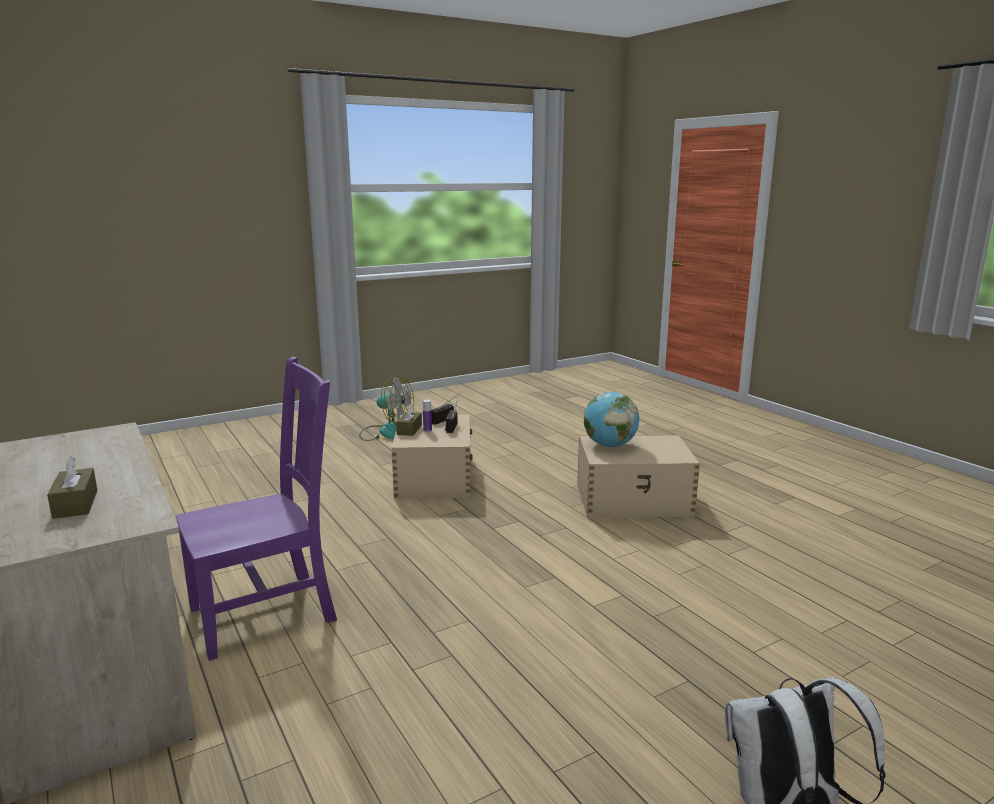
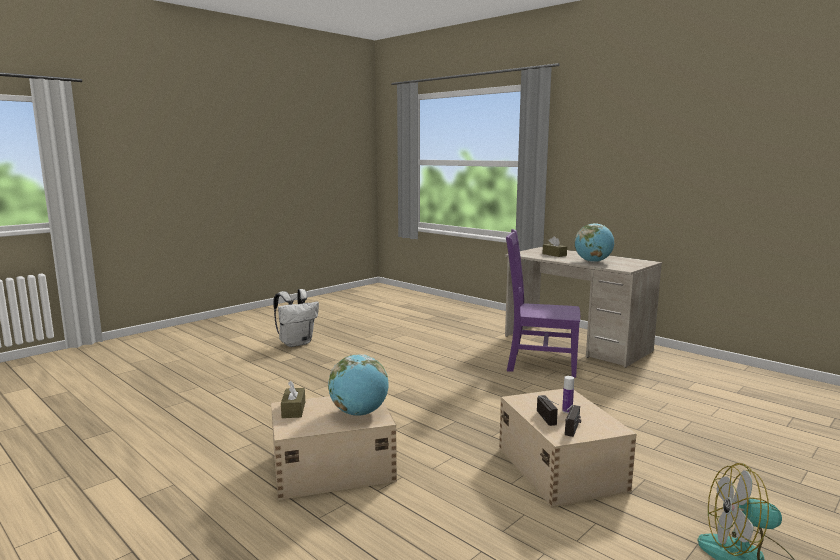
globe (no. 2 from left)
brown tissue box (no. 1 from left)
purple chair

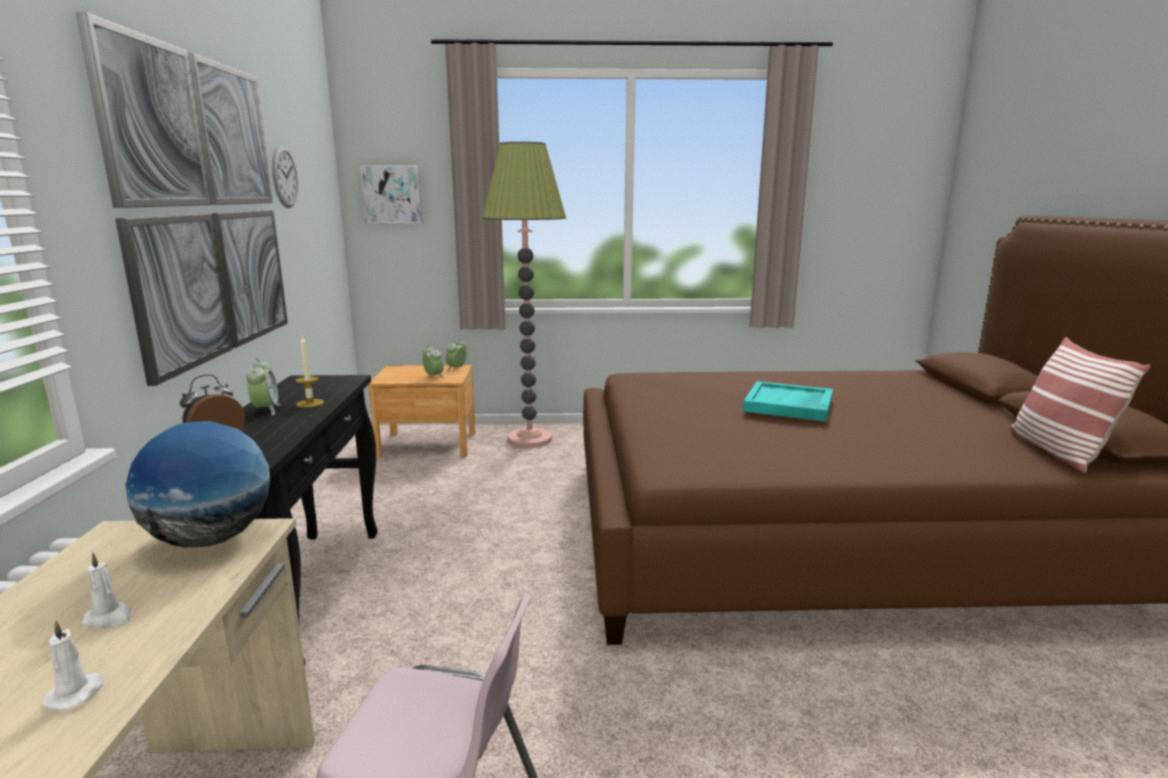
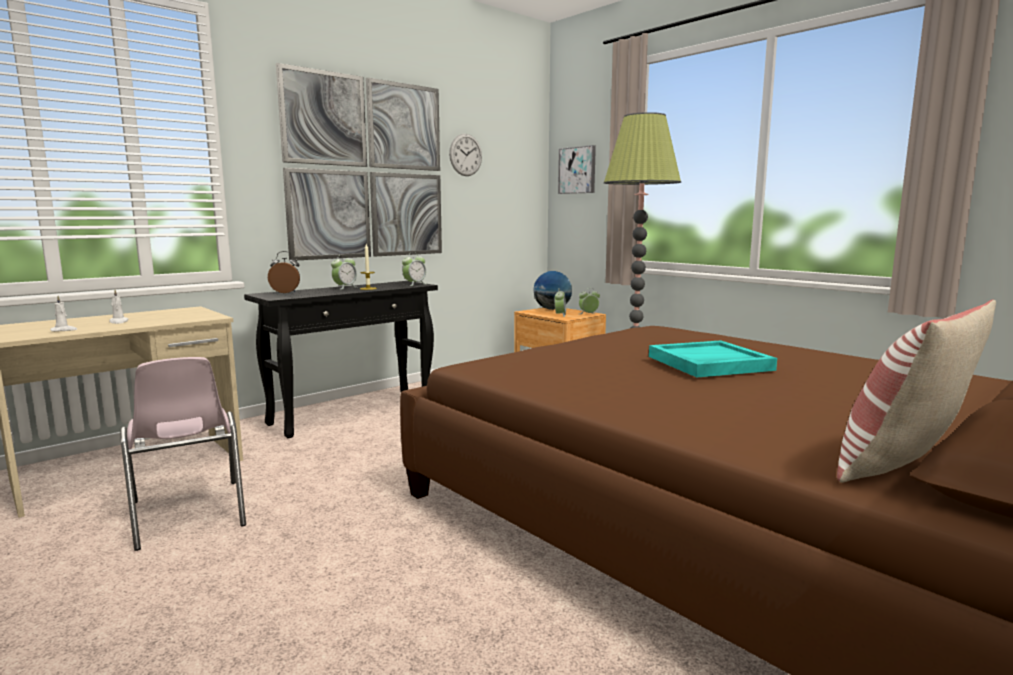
alarm clock (no. 3 from left)
globe

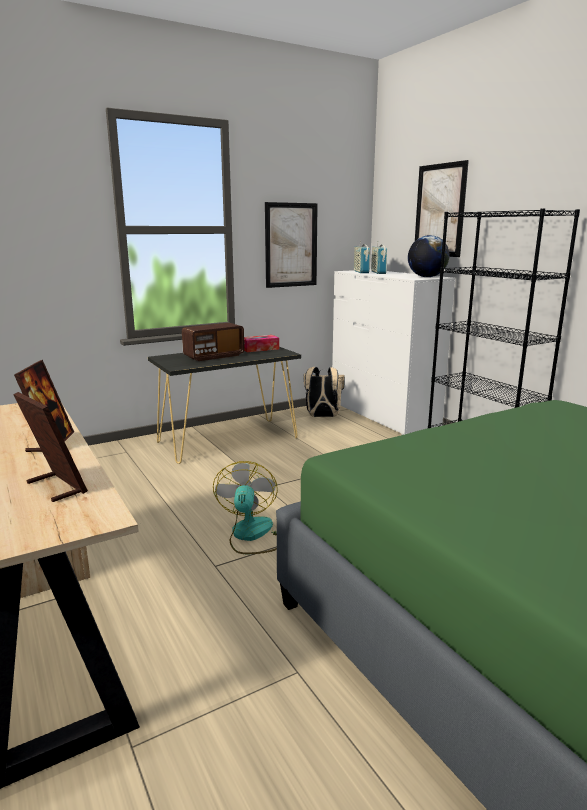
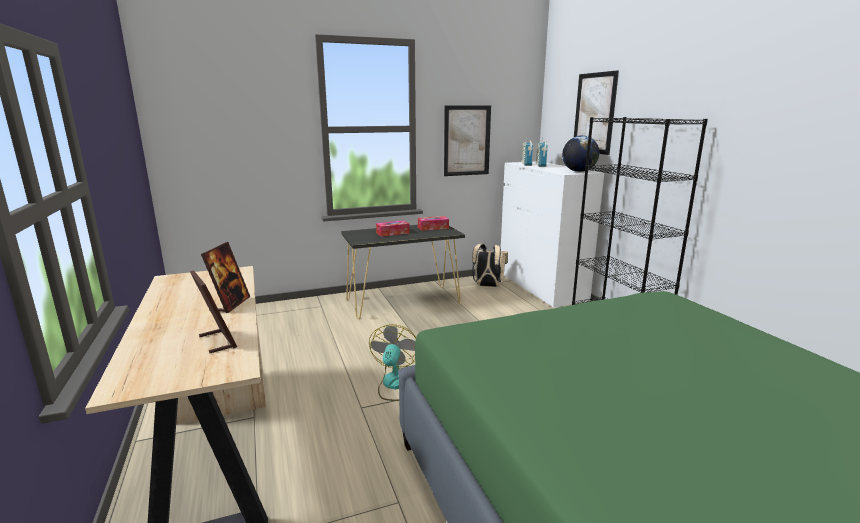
tissue box (no. 1 from left)

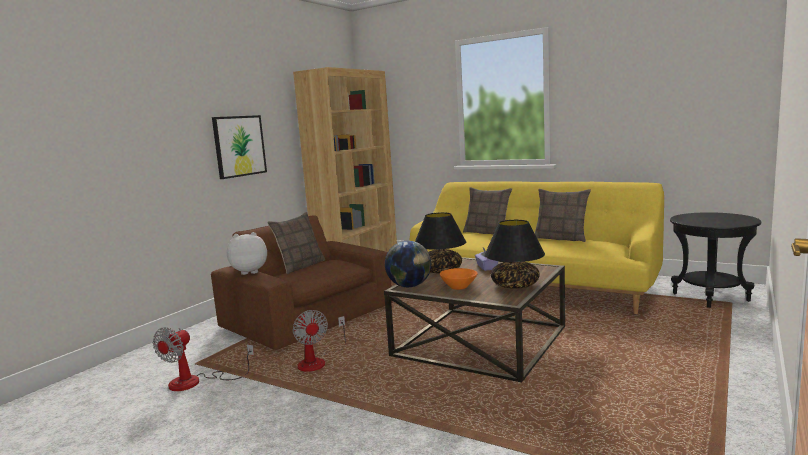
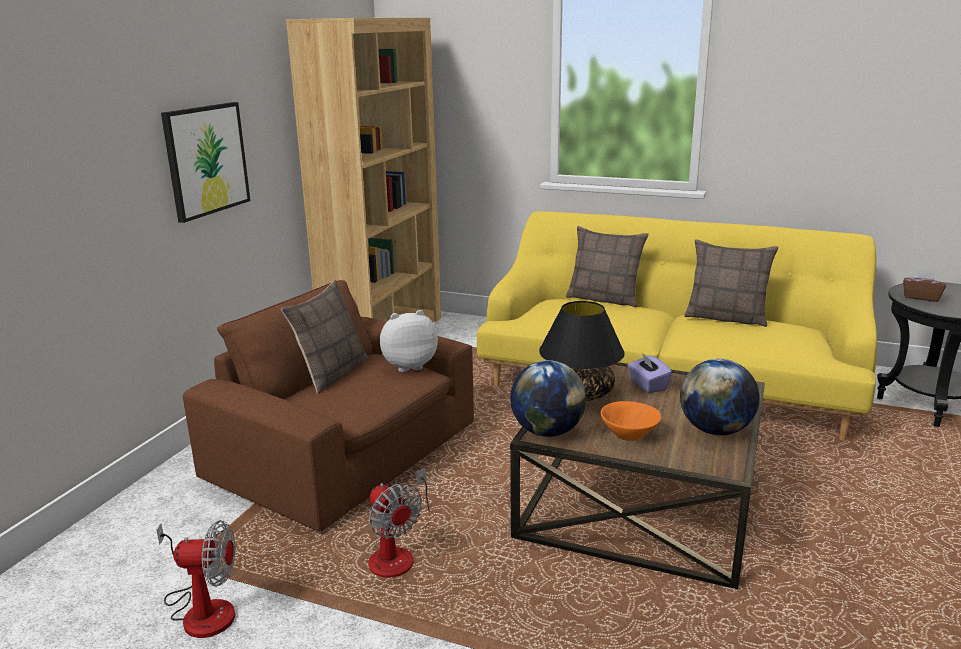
brown tissue box
plush toy
globe (no. 2 from left)
fan (no. 1 from left)

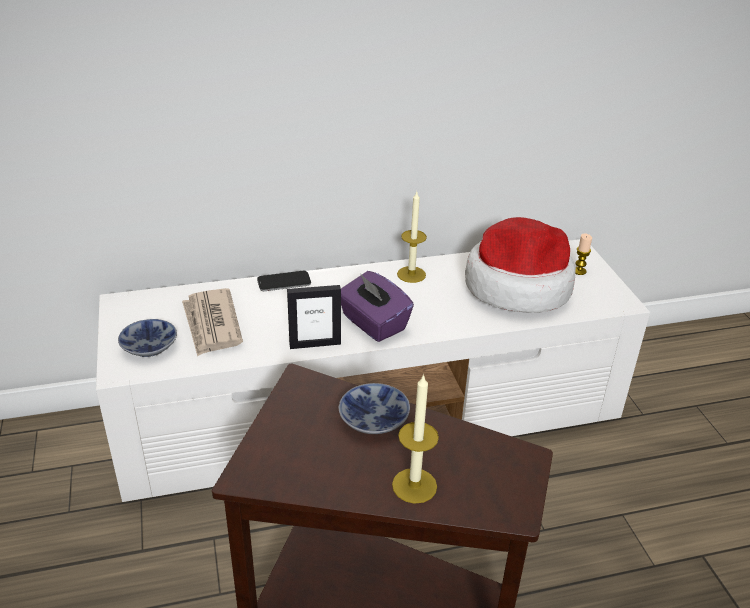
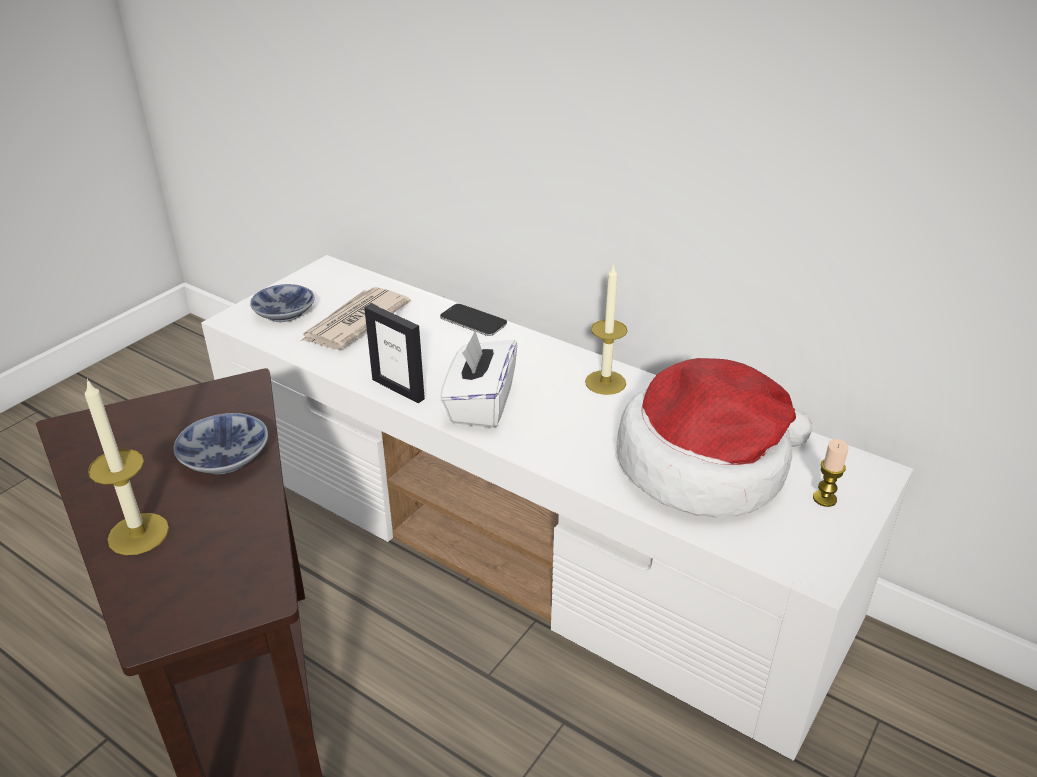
white tissue box

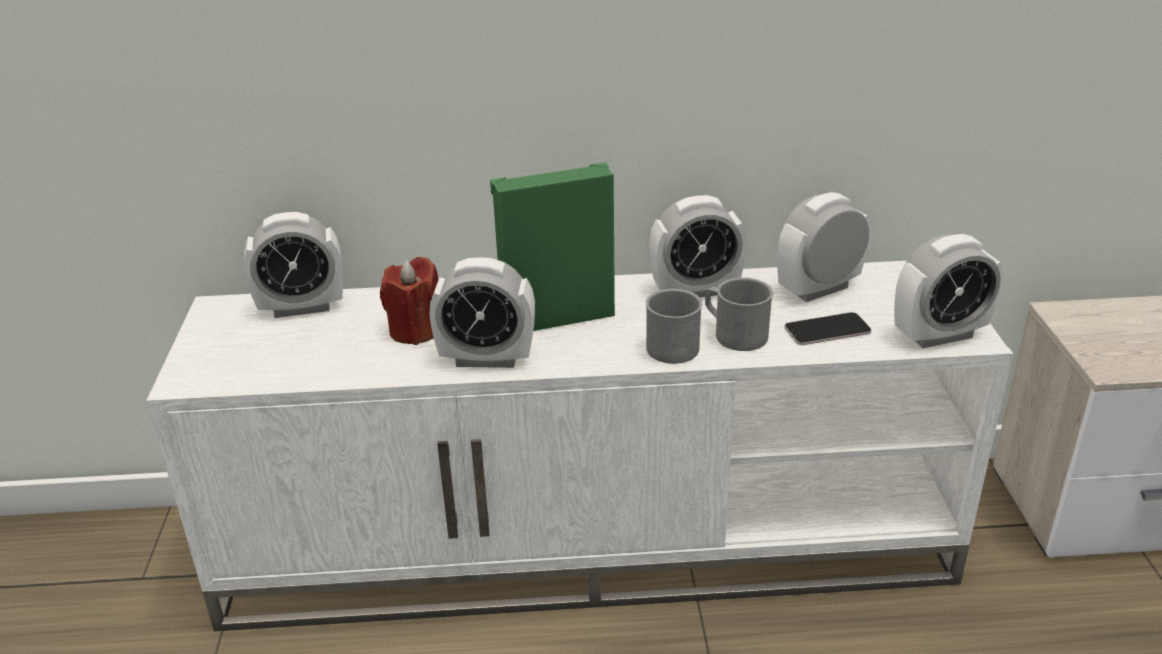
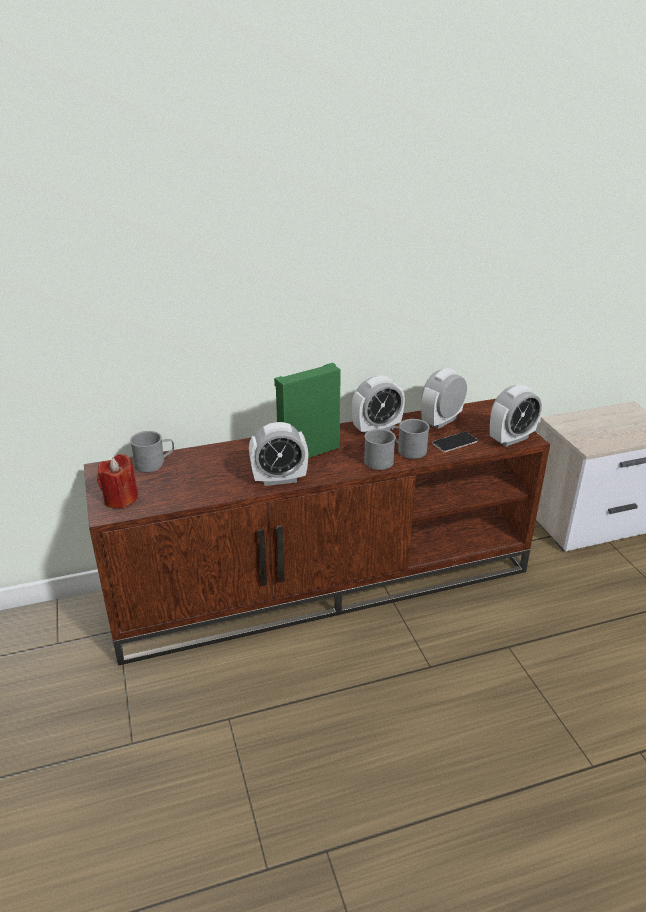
red candle
grey mug (no. 1 from left)
brown tv stand

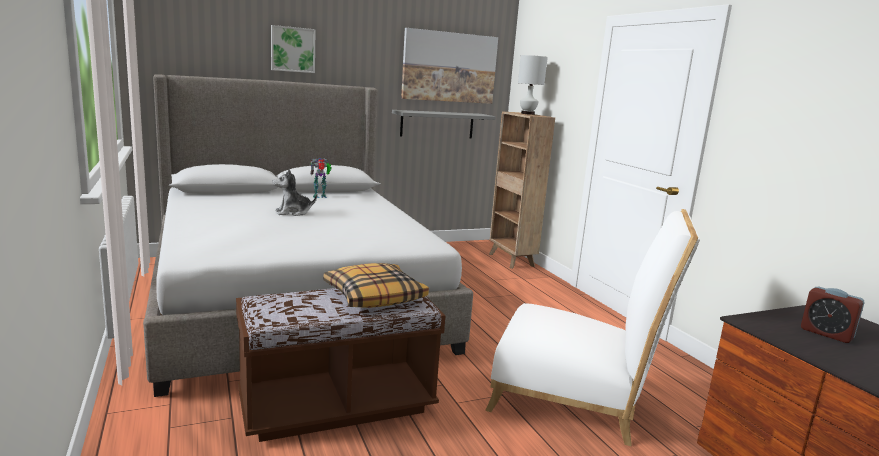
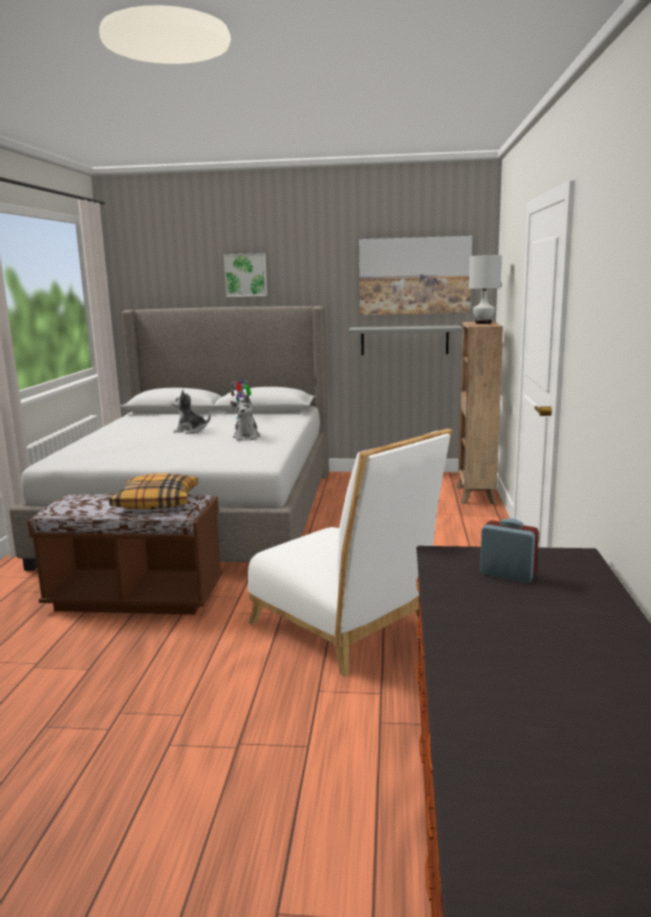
plush toy (no. 2 from left)
alarm clock

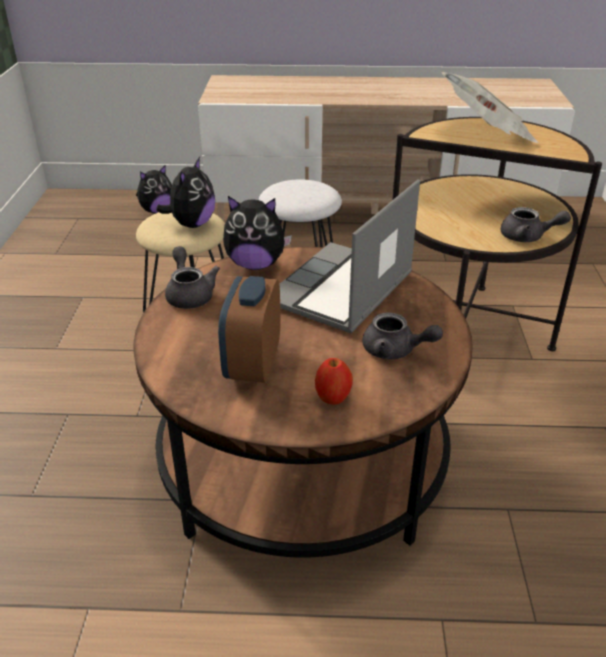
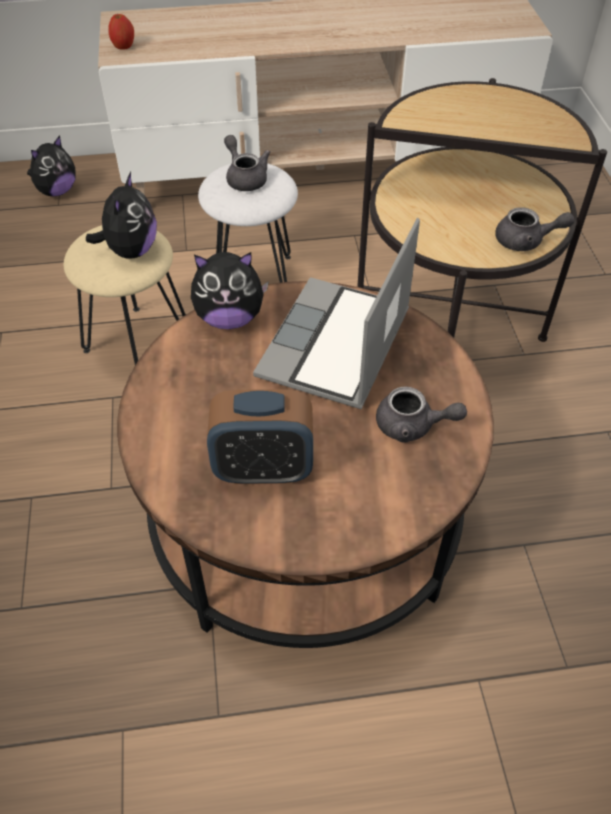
newspaper
grey teapot (no. 1 from left)
apple
alarm clock

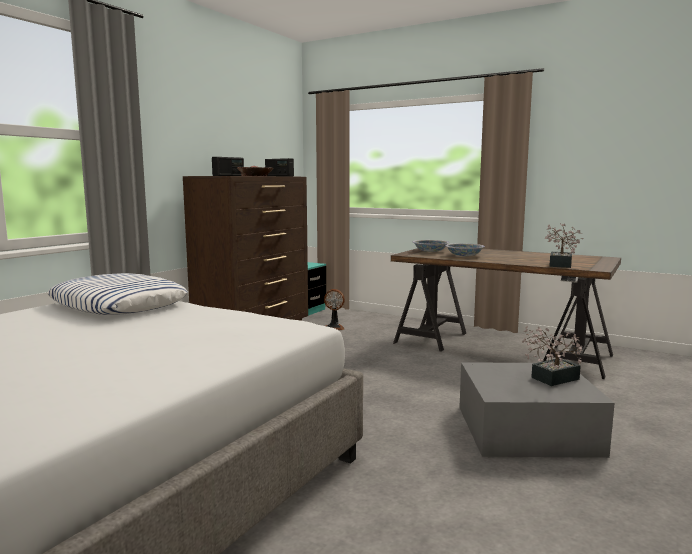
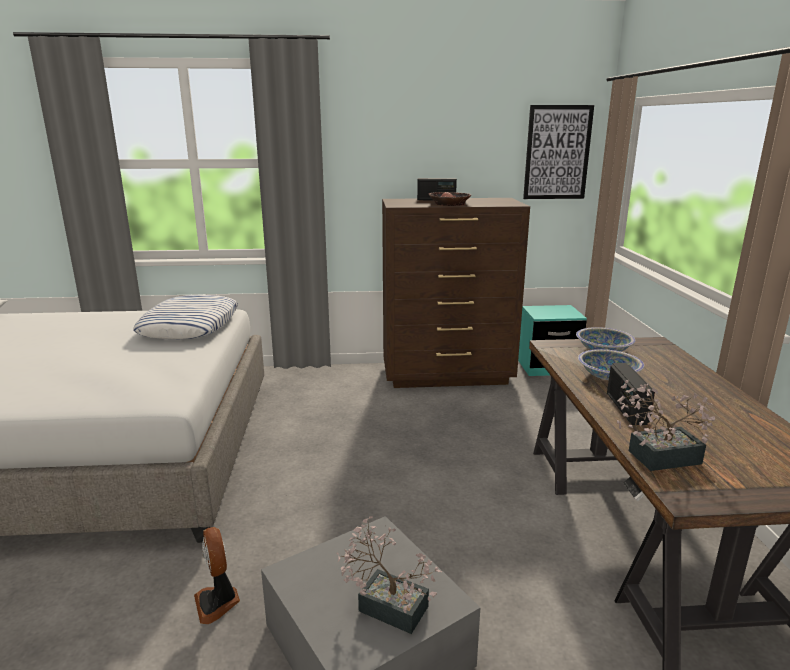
picture
radio (no. 2 from left)
fan

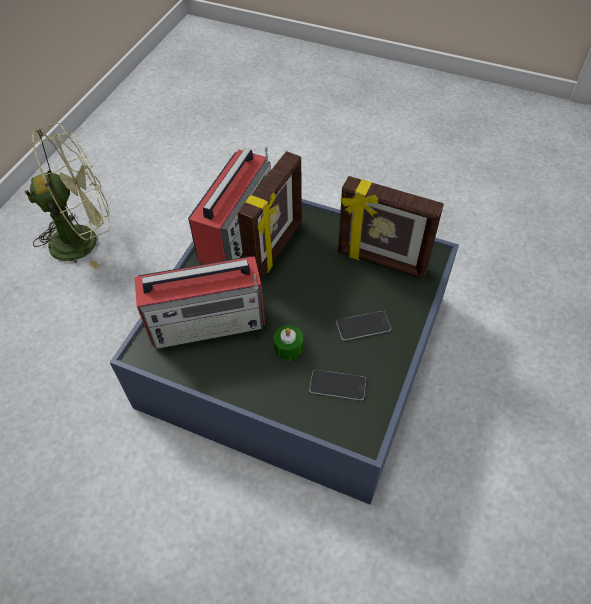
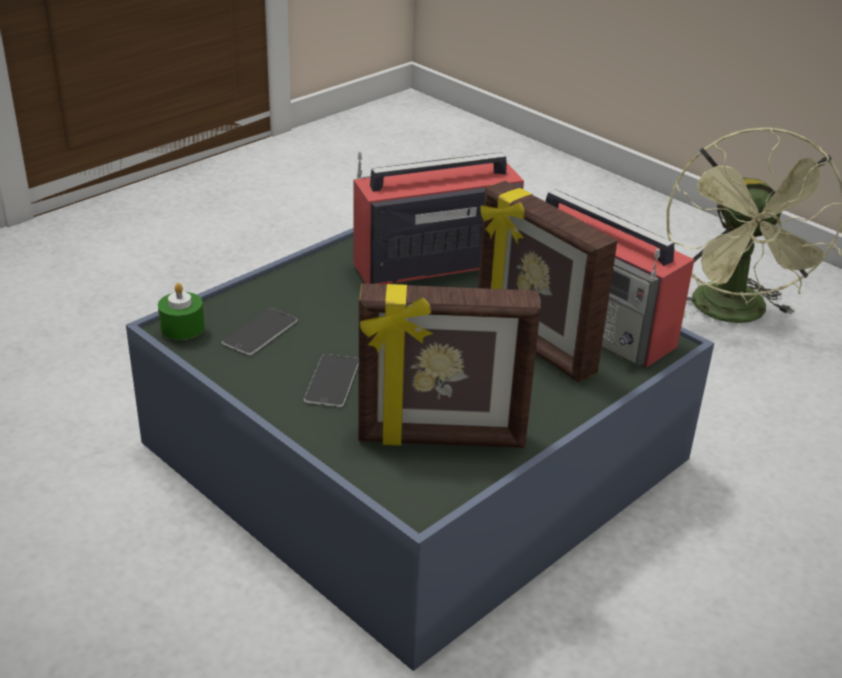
green candle
radio (no. 1 from left)
picture frame (no. 1 from left)

